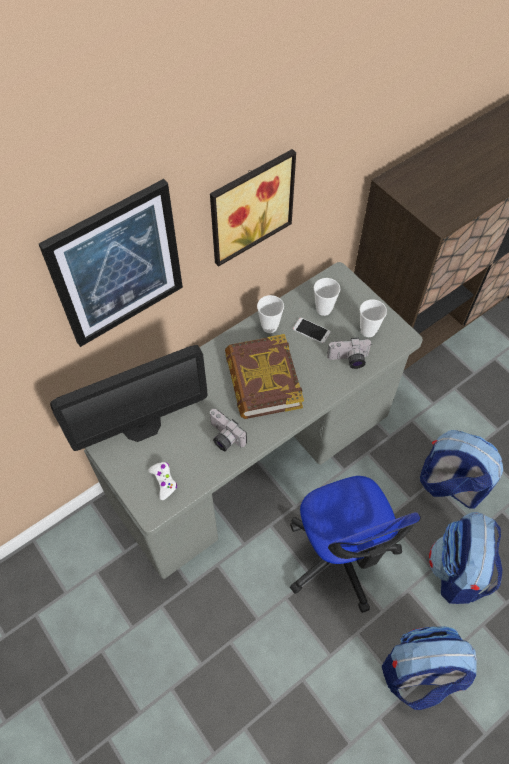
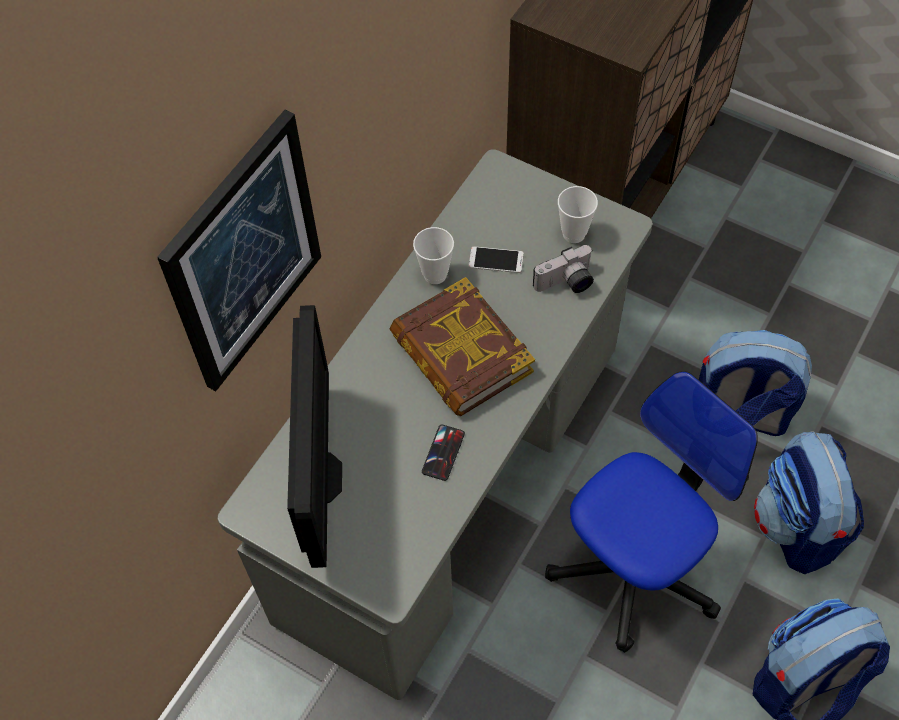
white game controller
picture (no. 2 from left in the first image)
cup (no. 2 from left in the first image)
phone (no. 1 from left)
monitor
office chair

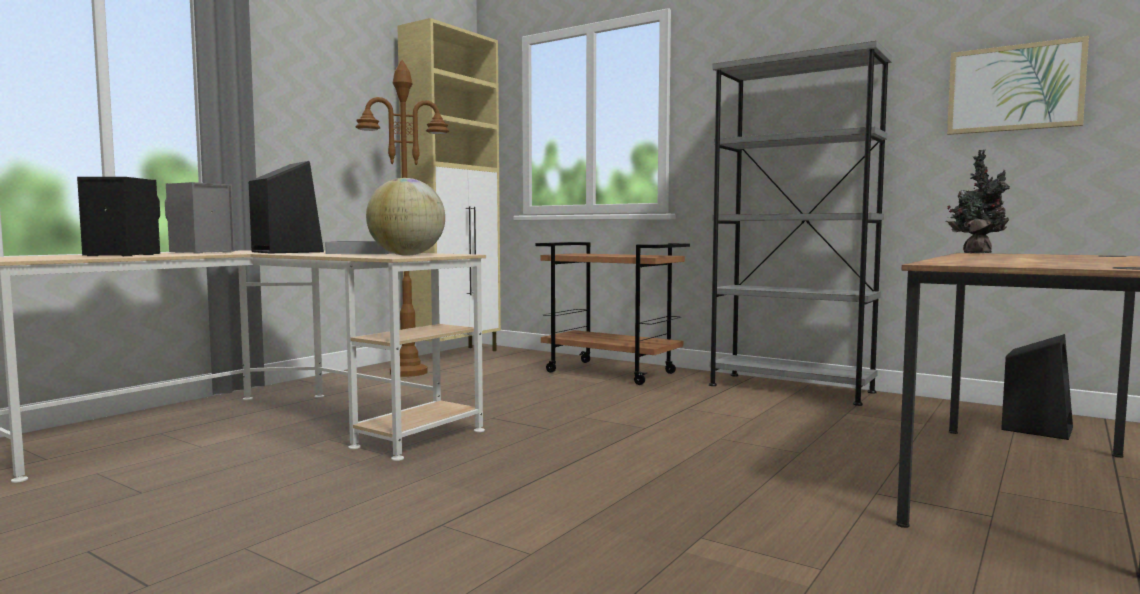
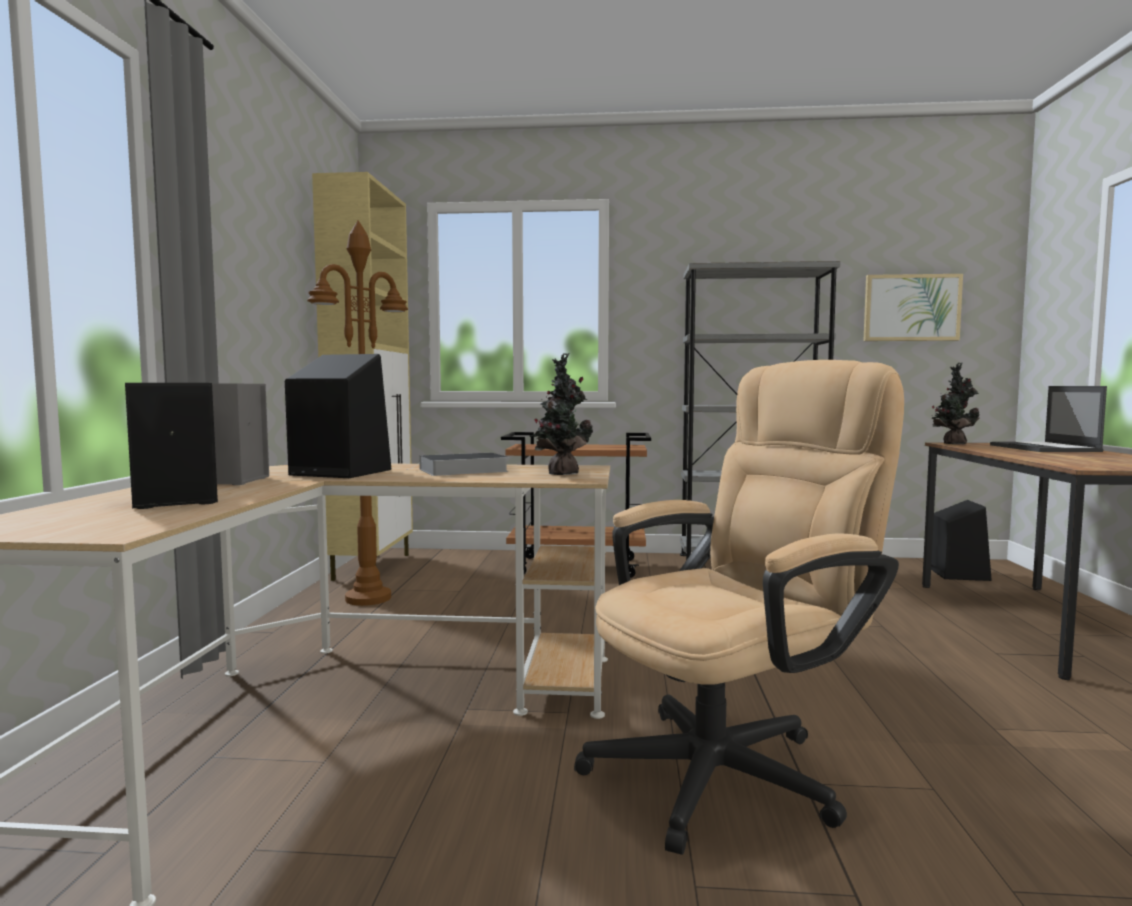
beige office chair
laptop
potted plant (no. 1 from left)

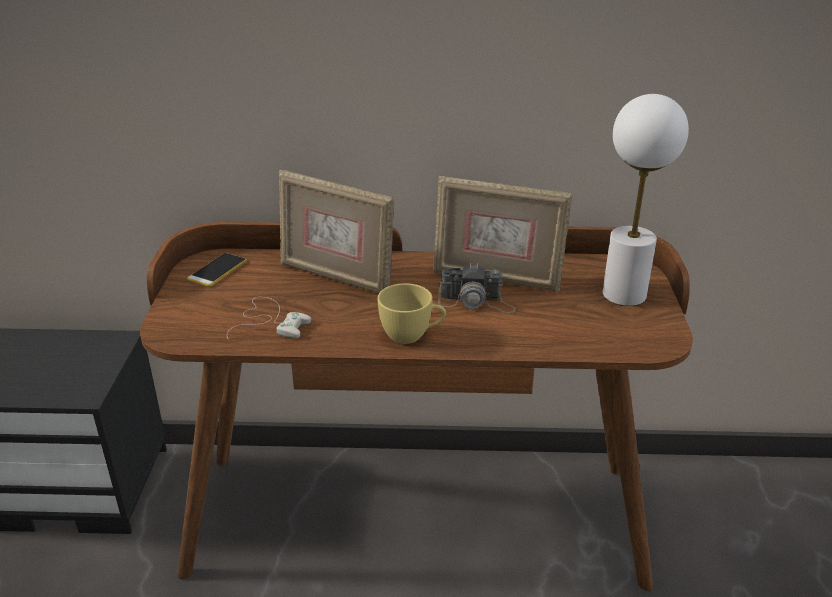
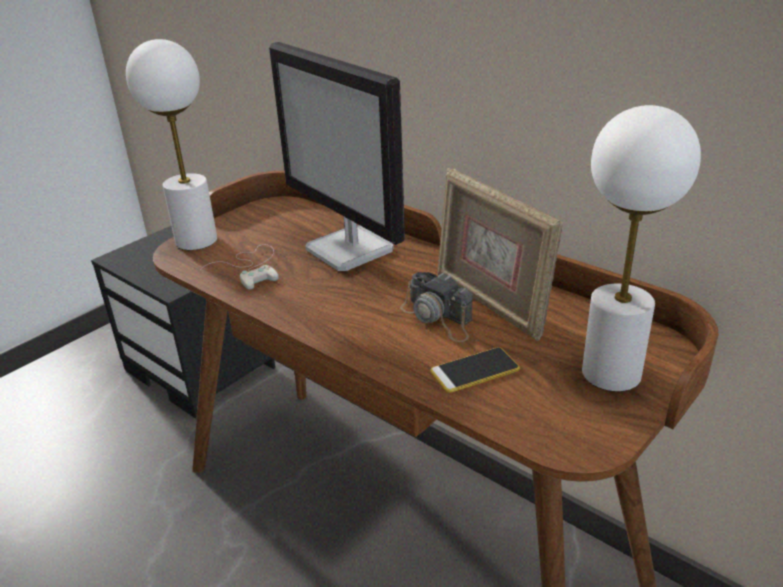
yellow cup
white table lamp (no. 1 from left)
phone
monitor

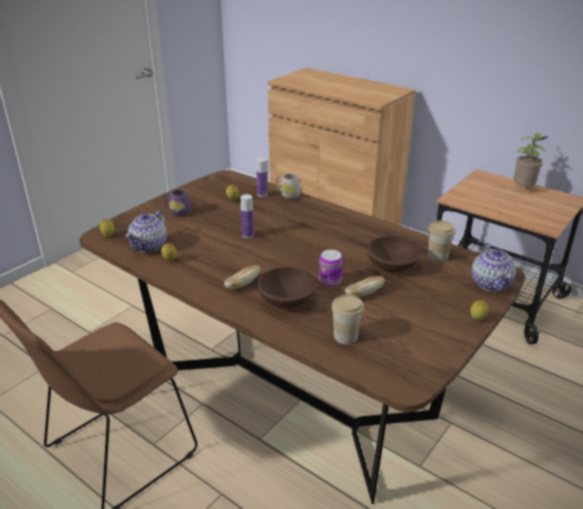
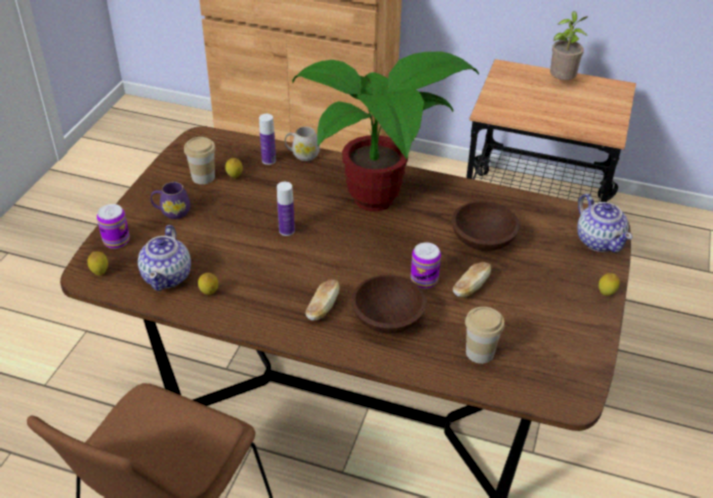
can (no. 1 from left)
potted plant (no. 1 from left)
cup (no. 1 from left)

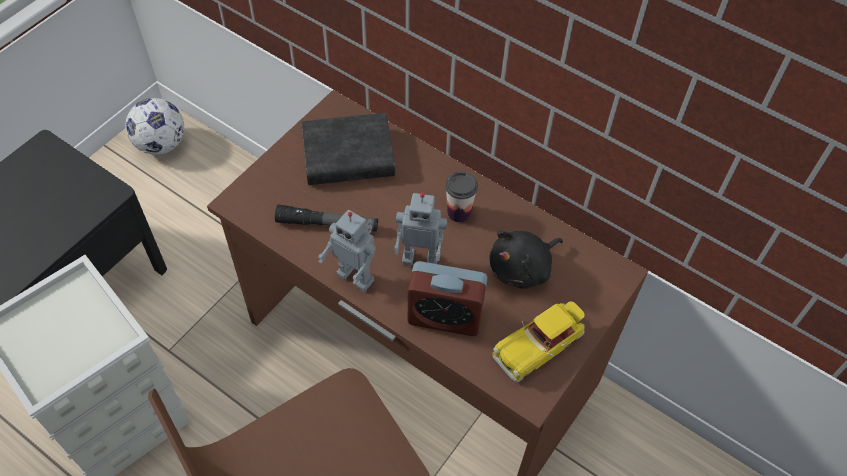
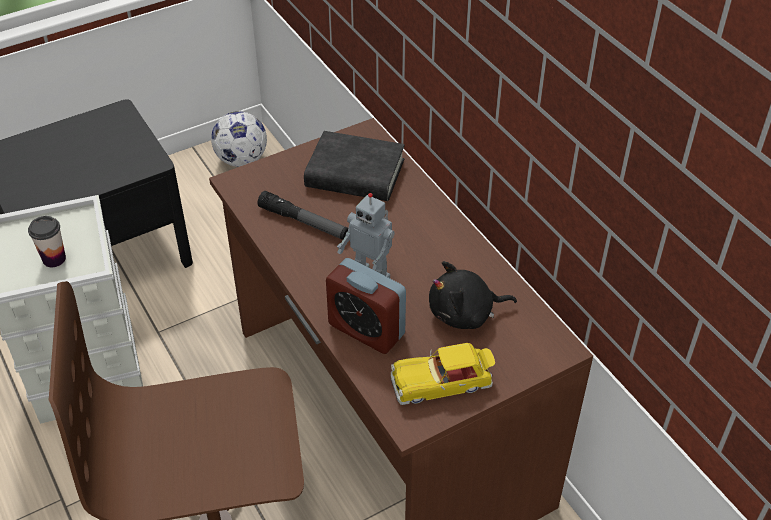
toy robot (no. 1 from left in the first image)
cup

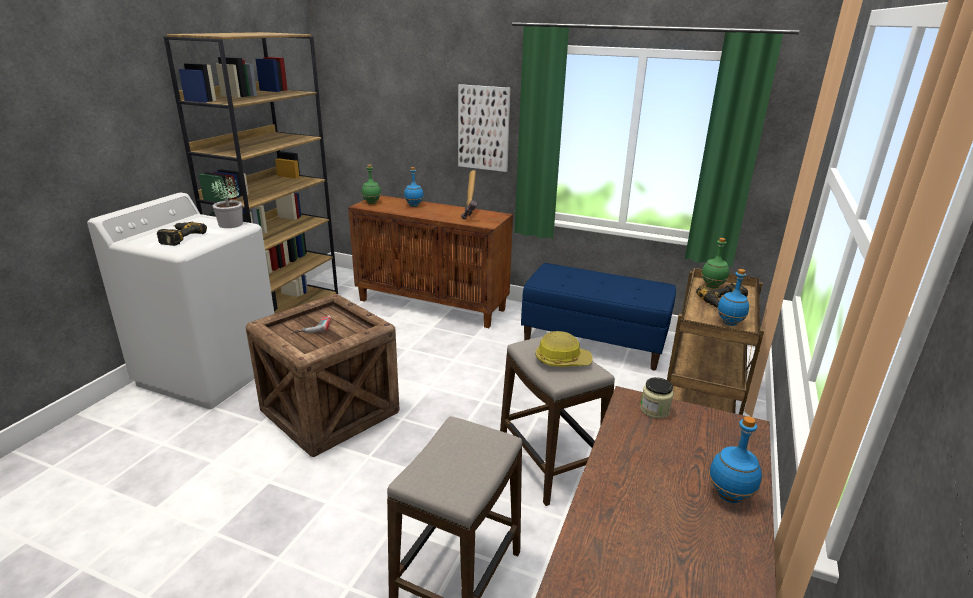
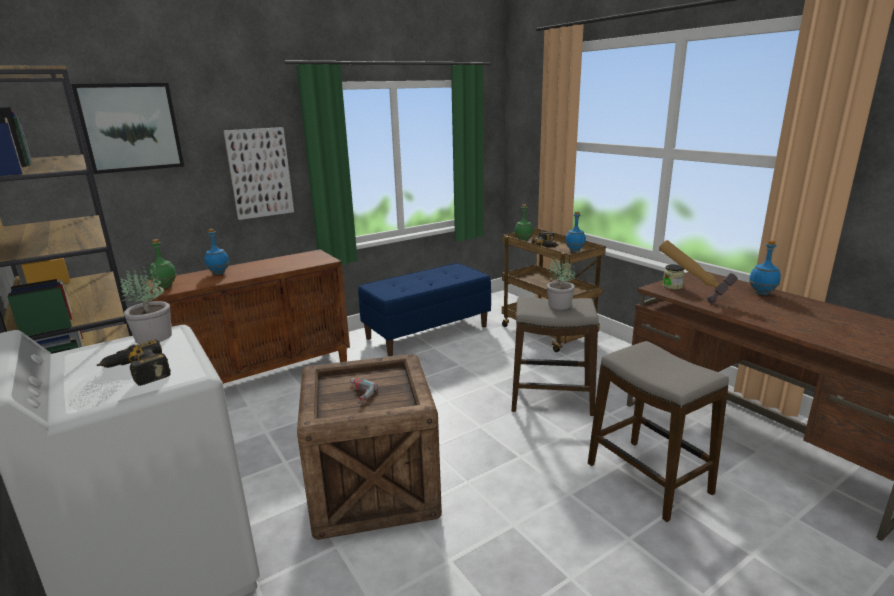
picture (no. 1 from left)
hammer
potted plant (no. 2 from left)

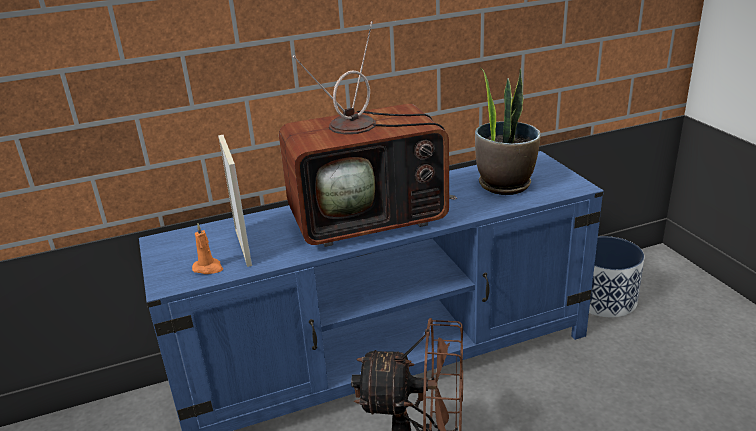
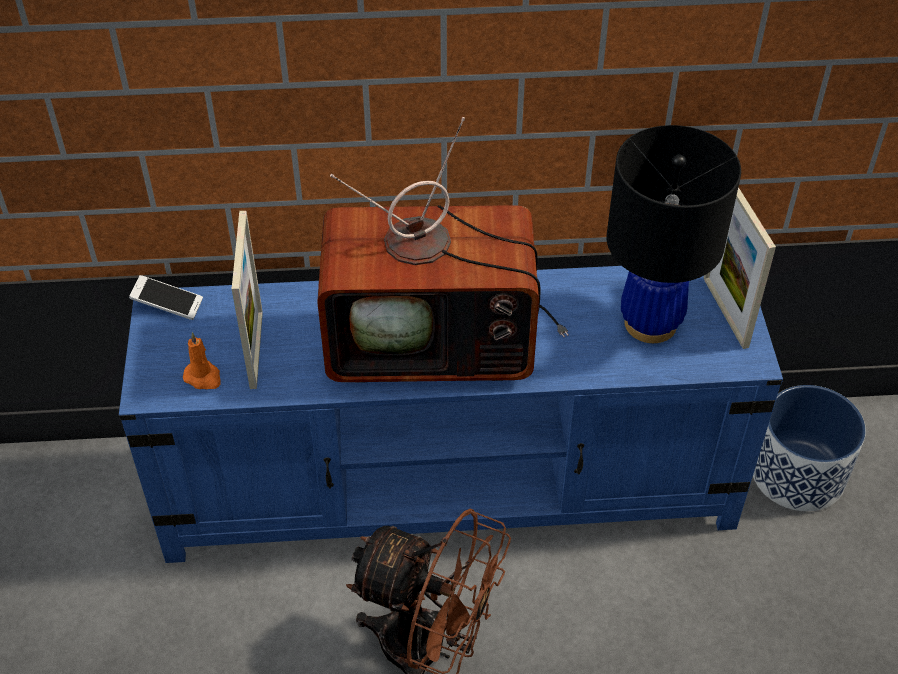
phone
picture frame (no. 2 from left)
black table lamp

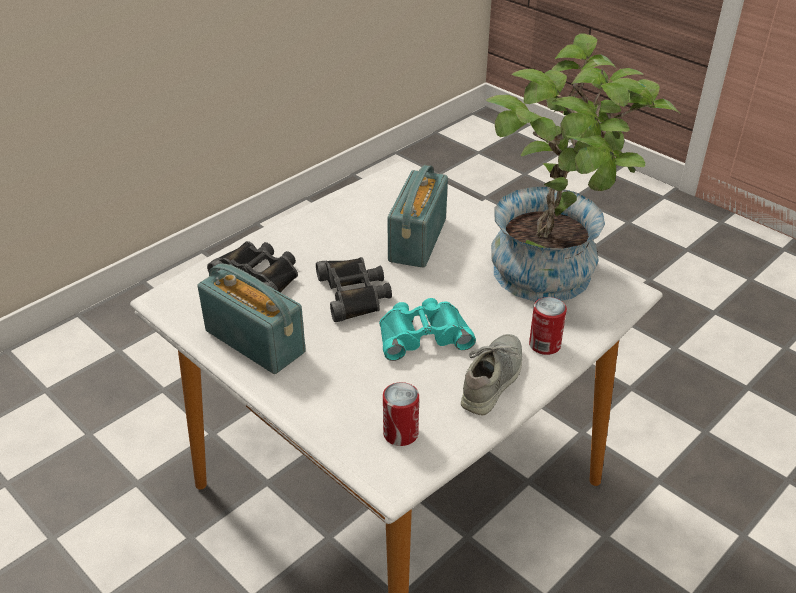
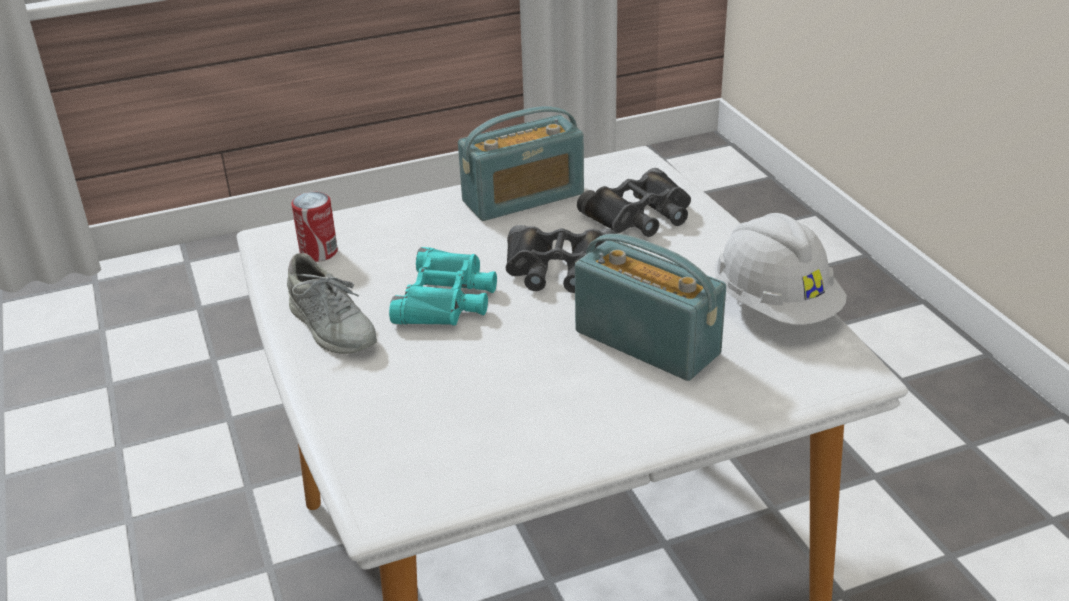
potted plant
can (no. 2 from left in the first image)
white hard hat

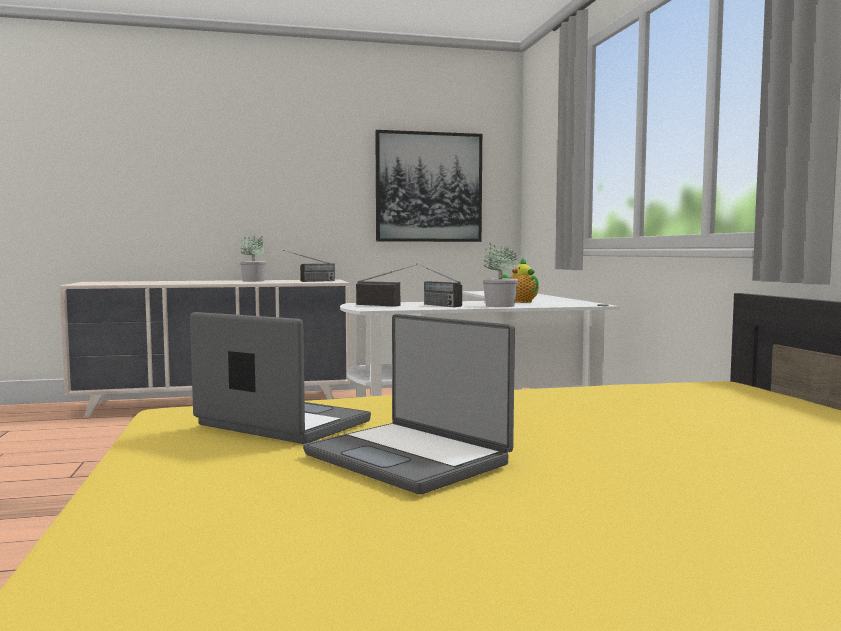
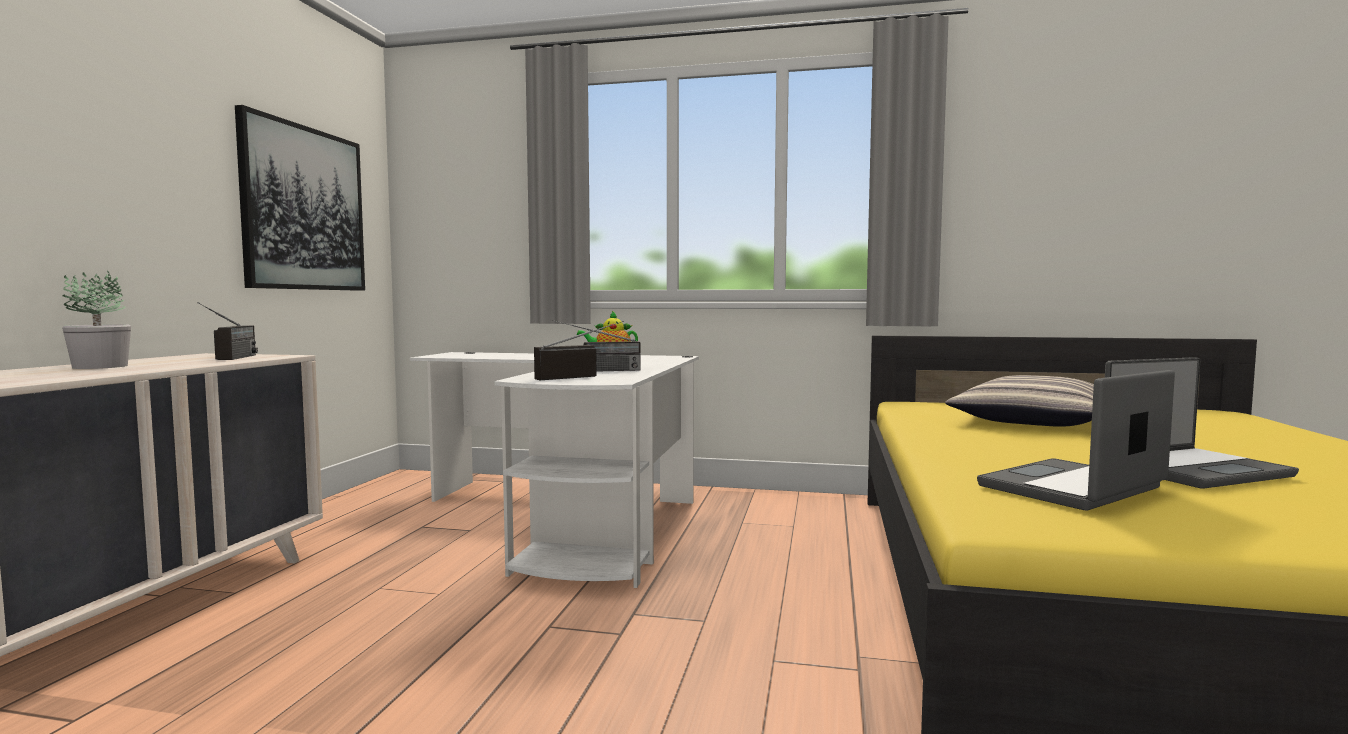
potted plant (no. 2 from left in the first image)
pillow

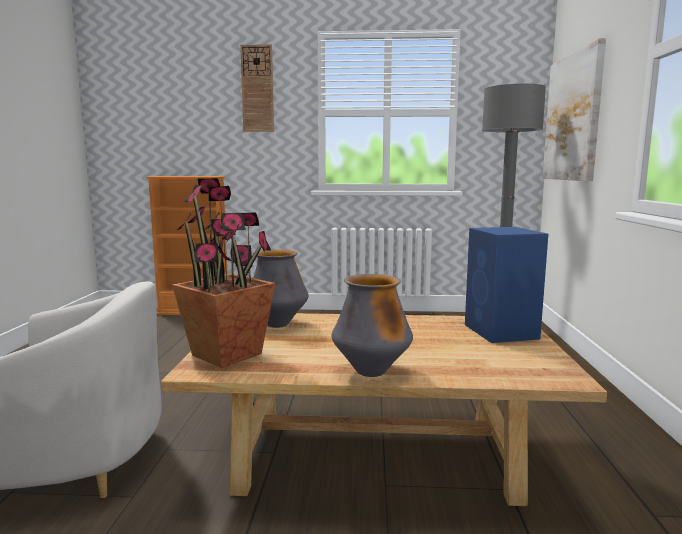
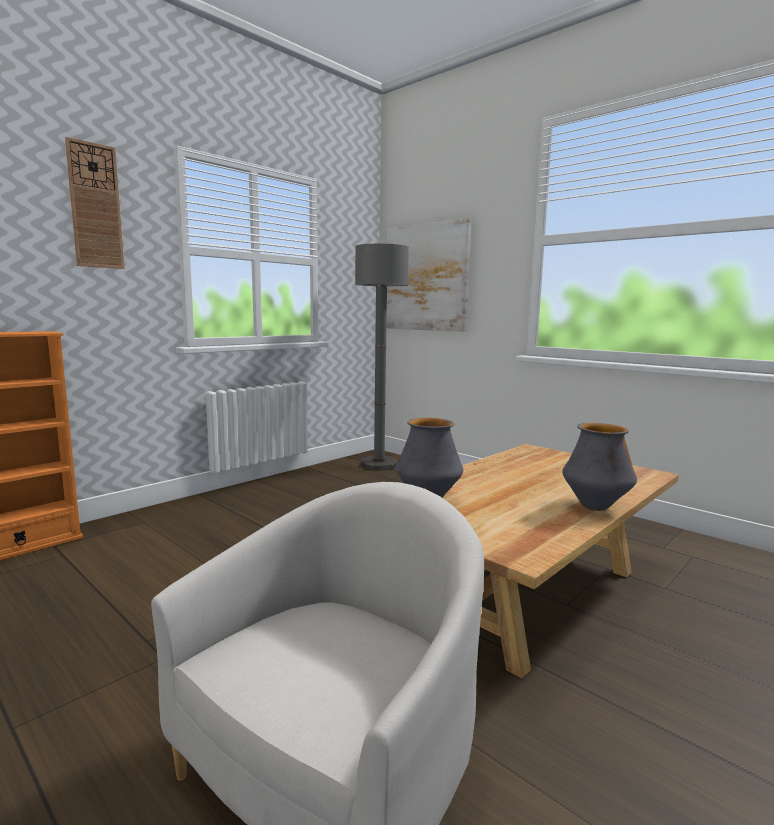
potted plant
blue speaker

